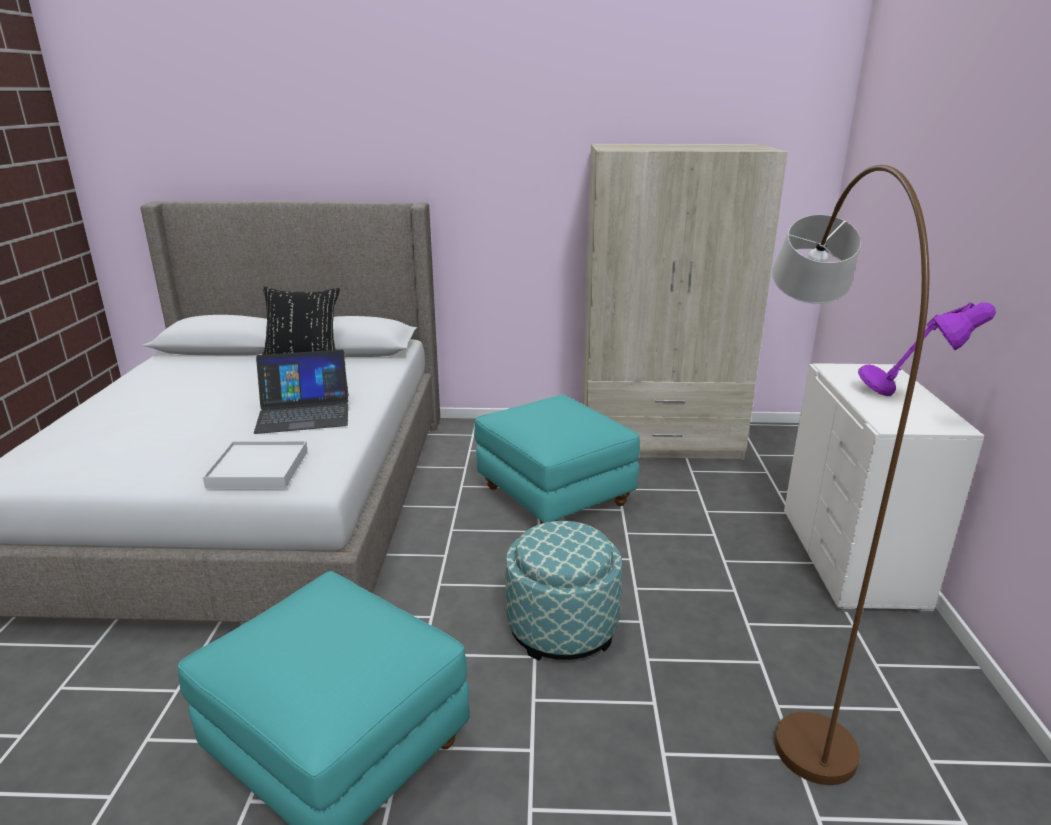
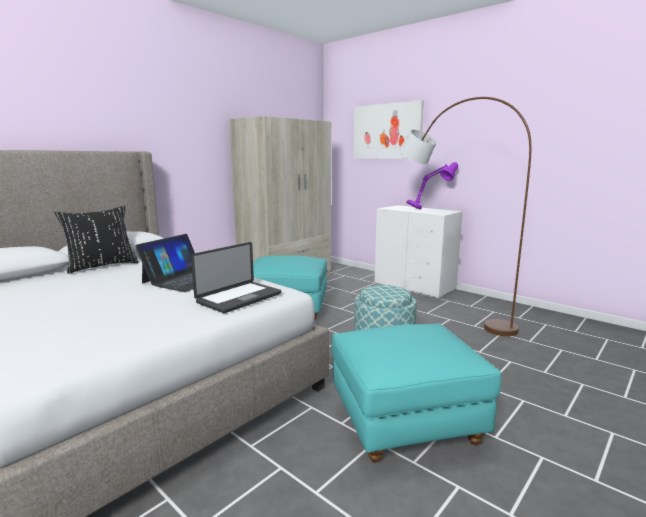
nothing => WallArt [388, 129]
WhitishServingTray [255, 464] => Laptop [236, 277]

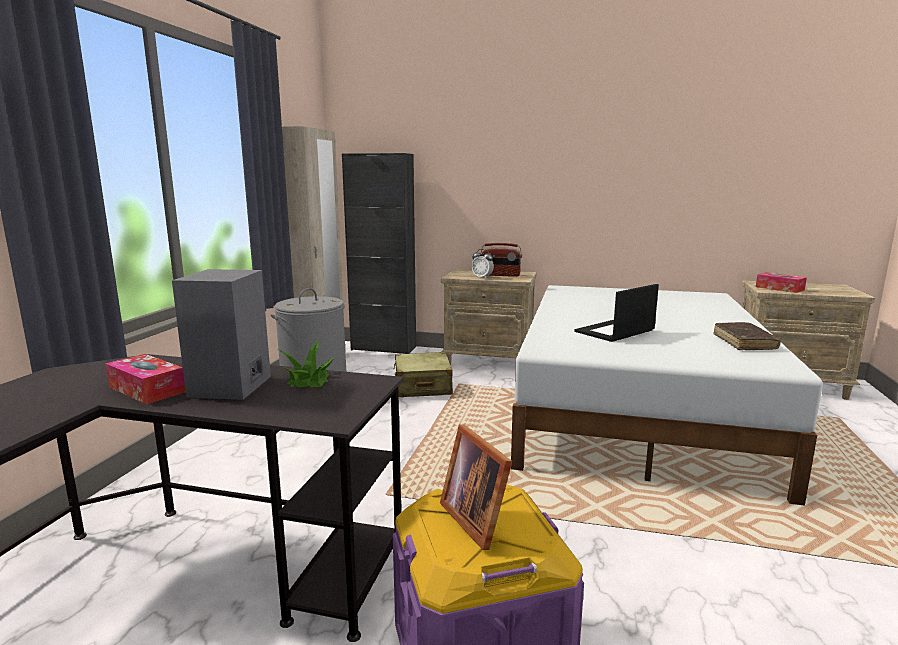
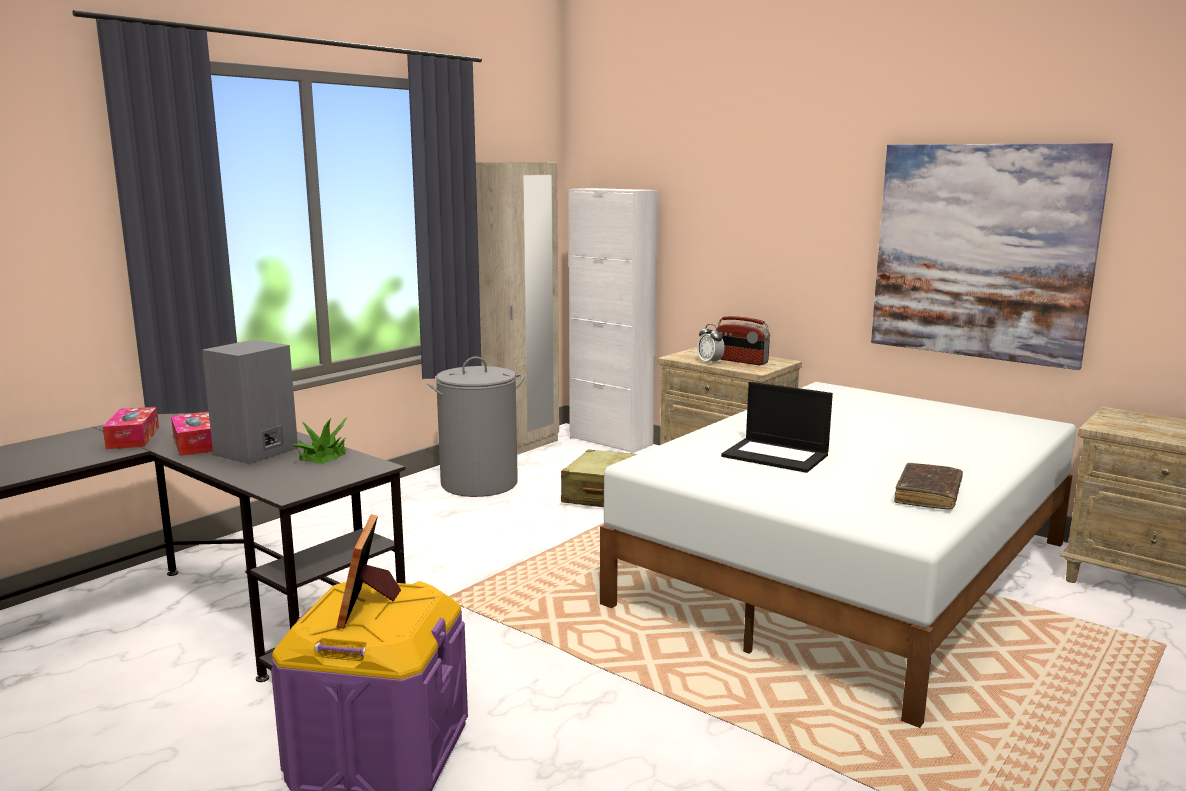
nothing => WallArt [992, 256]
BoxOfTissues [781, 282] => BoxOfTissues [131, 428], shifted
BlackStorageCabinet [379, 253] => WhitishStorageCabinet [613, 321]
Laptop [616, 313] => Laptop [777, 427], 135 degrees counterclockwise

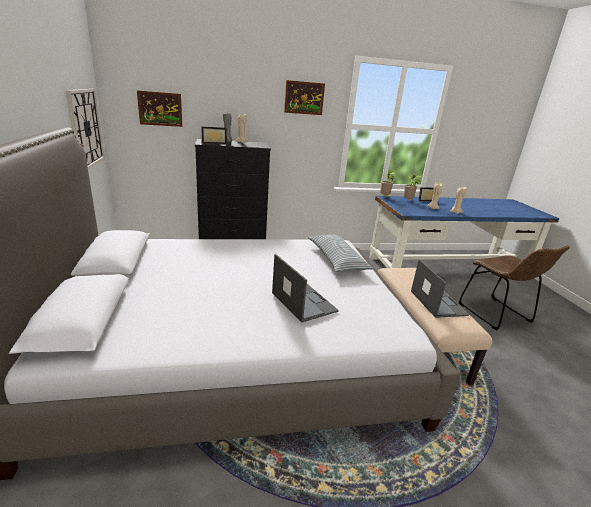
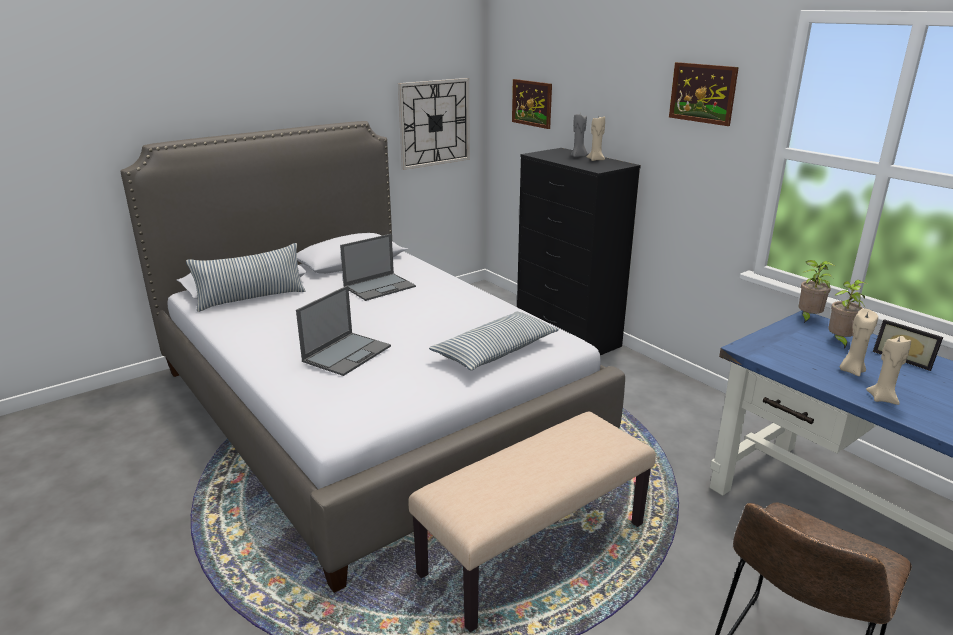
StandingFrame [214, 135] => nothing
nothing => Pillow [245, 277]
Laptop [440, 288] => Laptop [378, 267], shifted

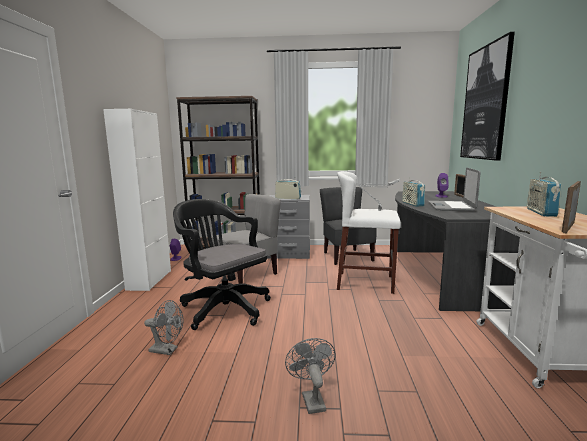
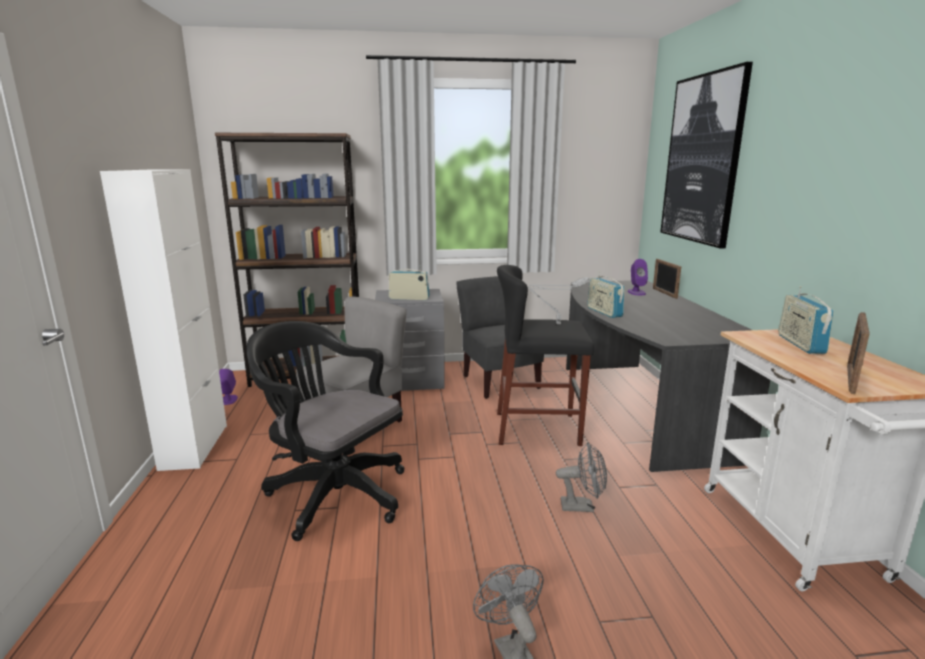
Laptop [454, 189] => nothing
GrayCoolingFan [163, 327] => GrayCoolingFan [581, 477], shifted
WhitishStoolSeat [369, 232] => BlackStoolSeat [545, 355]

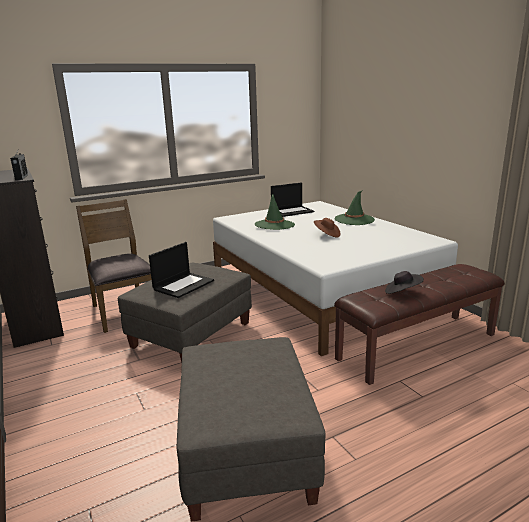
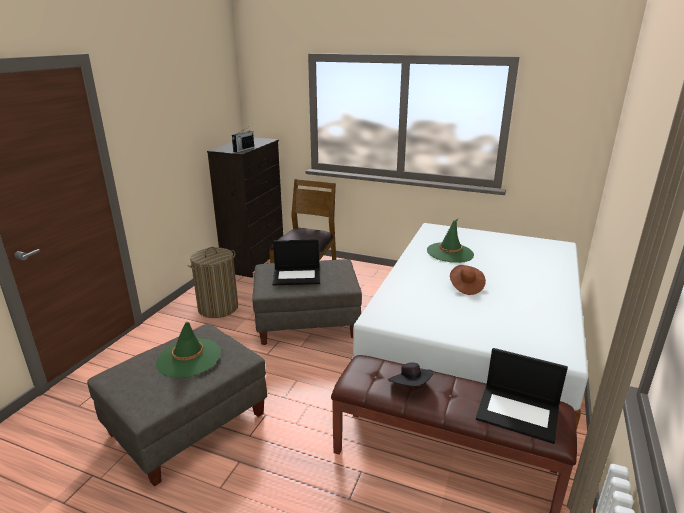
nothing => WashingBasket [212, 282]
Laptop [292, 200] => Laptop [522, 396], shifted
GreenWearableHat [354, 207] => GreenWearableHat [188, 350], shifted

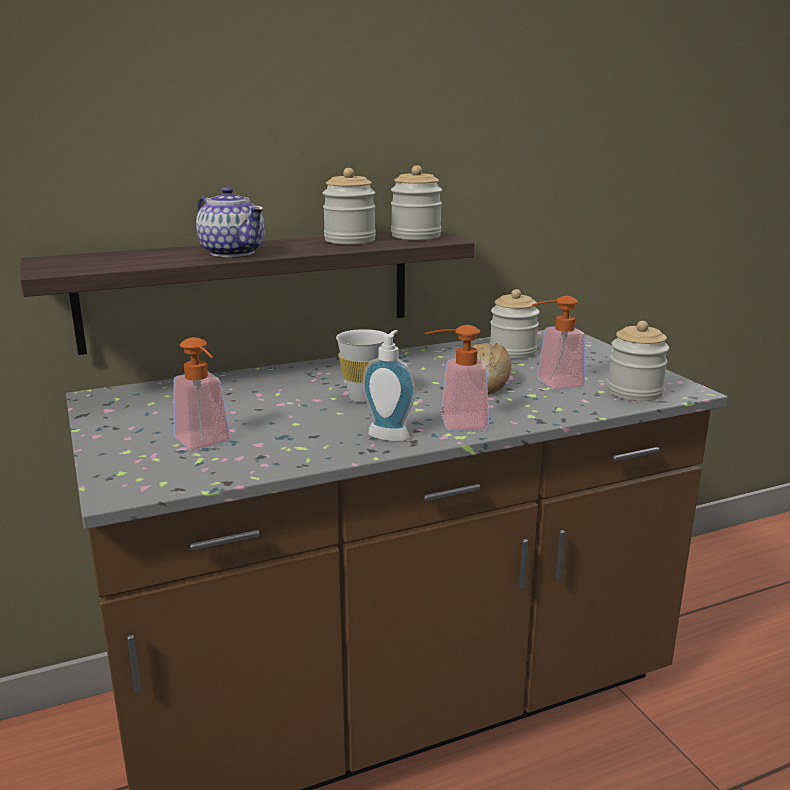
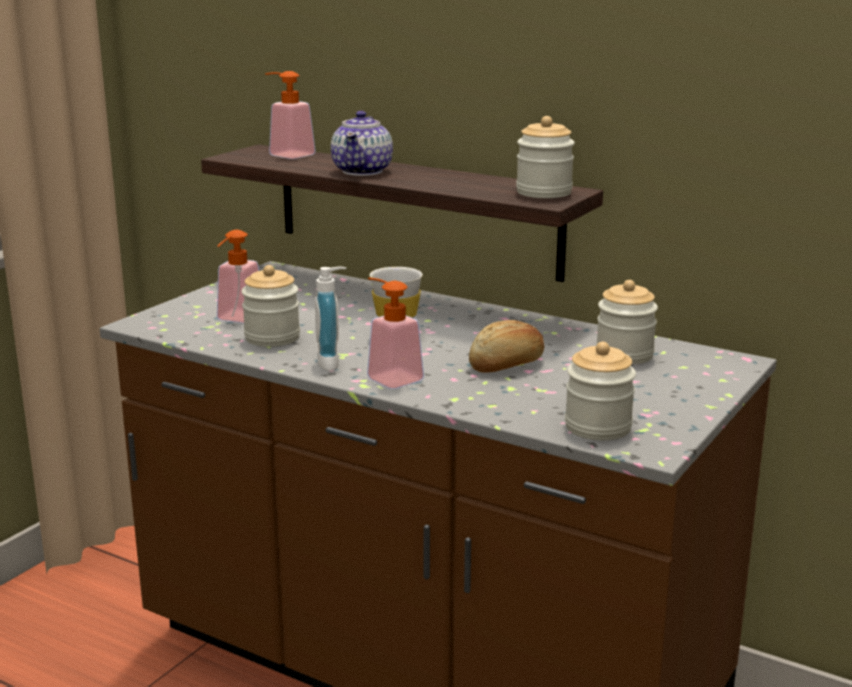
PreserveJar [349, 206] => PreserveJar [270, 306], shifted
SoapBottle [558, 343] => SoapBottle [290, 115], shifted

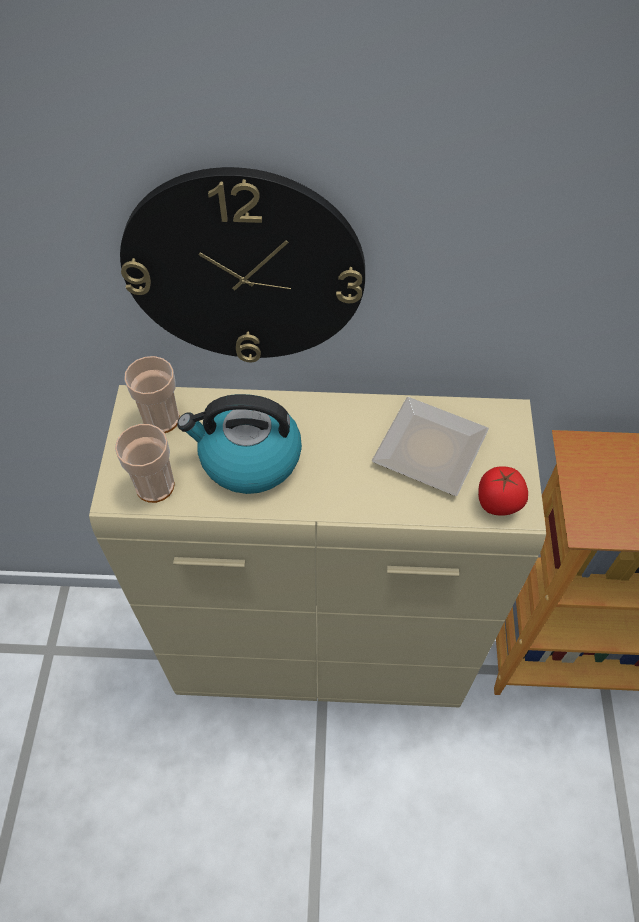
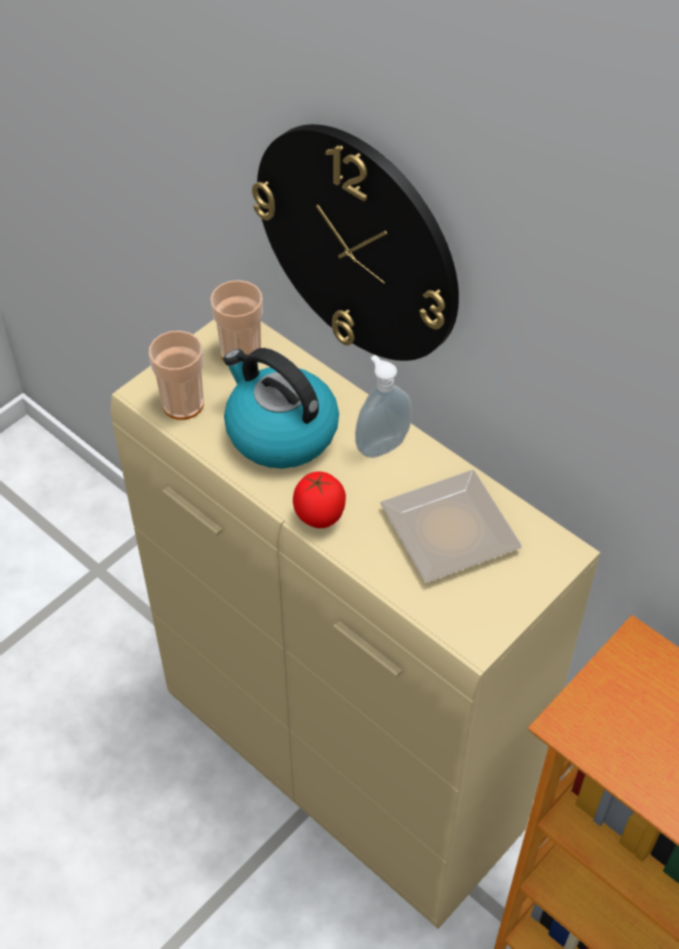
nothing => SoapBottle [383, 406]
WholeTomato [503, 491] => WholeTomato [319, 499], shifted

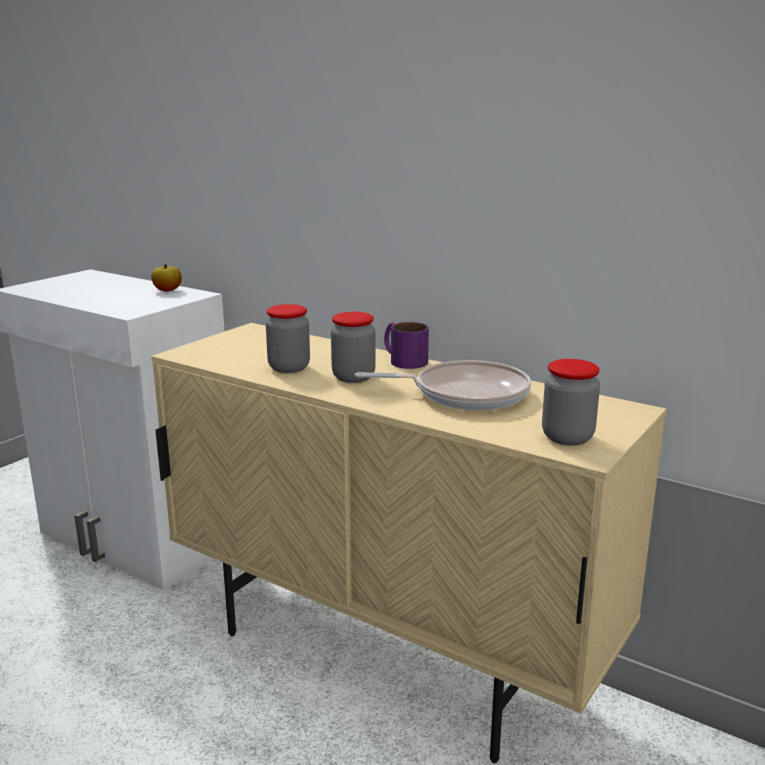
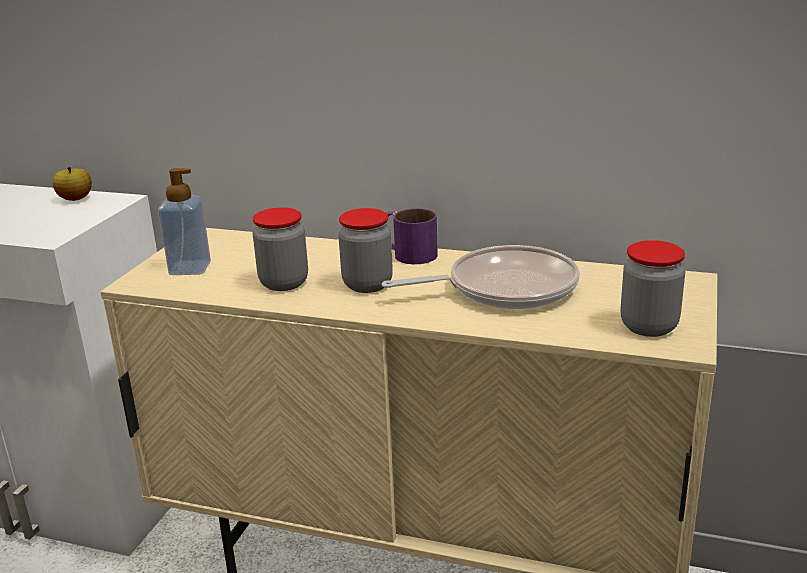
nothing => SoapBottle [184, 221]

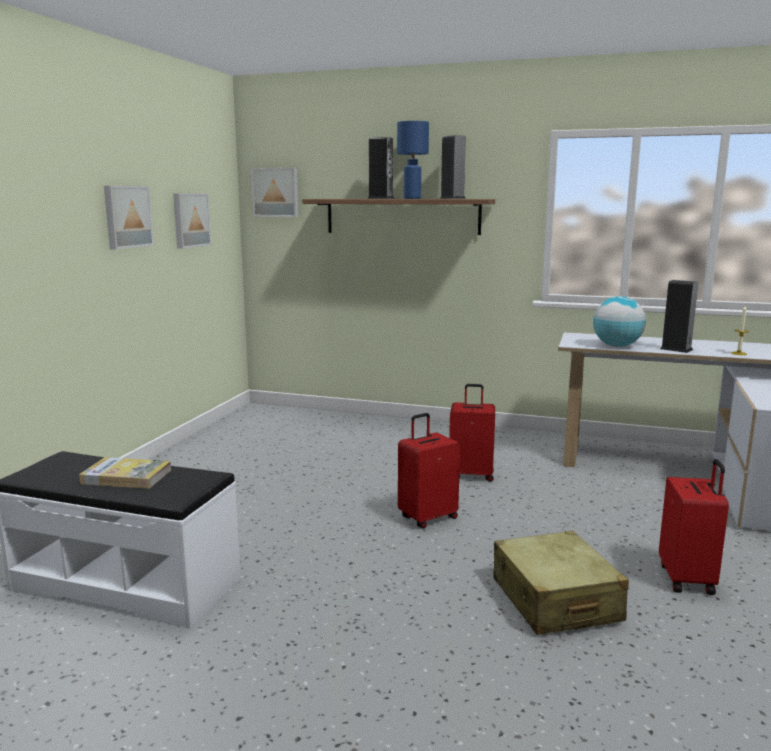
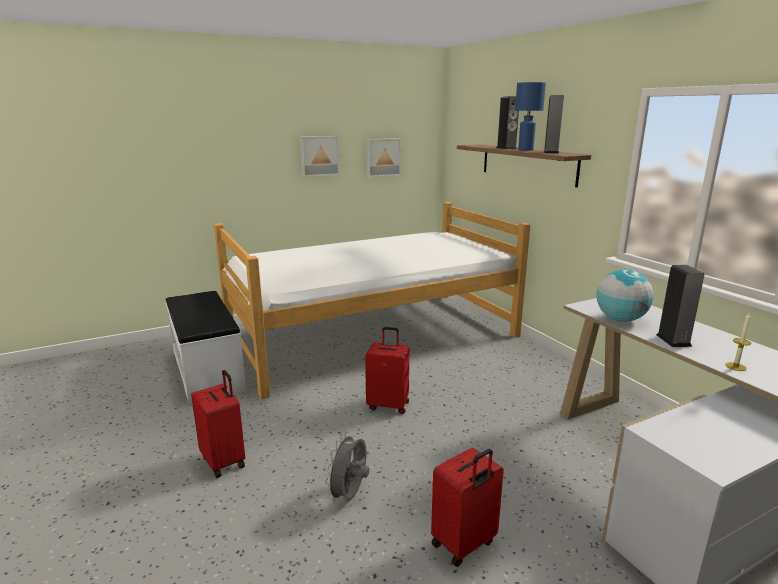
Book [125, 473] => nothing
WallArt [274, 192] => nothing
nothing => Bed [372, 300]
RedColouredTravelCase [472, 433] => RedColouredTravelCase [218, 424], shifted
SandColouredTravelCase [561, 583] => GrayCoolingFan [347, 467]

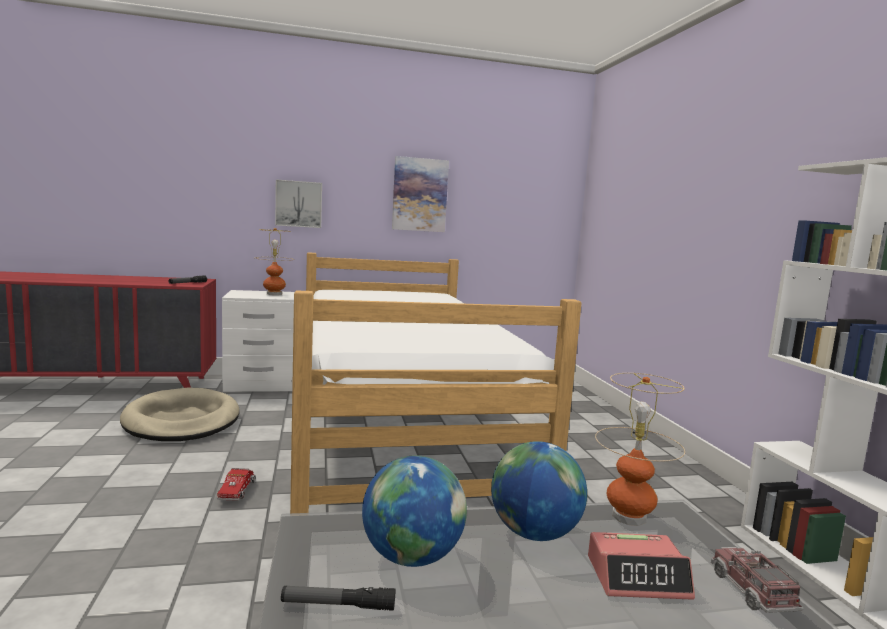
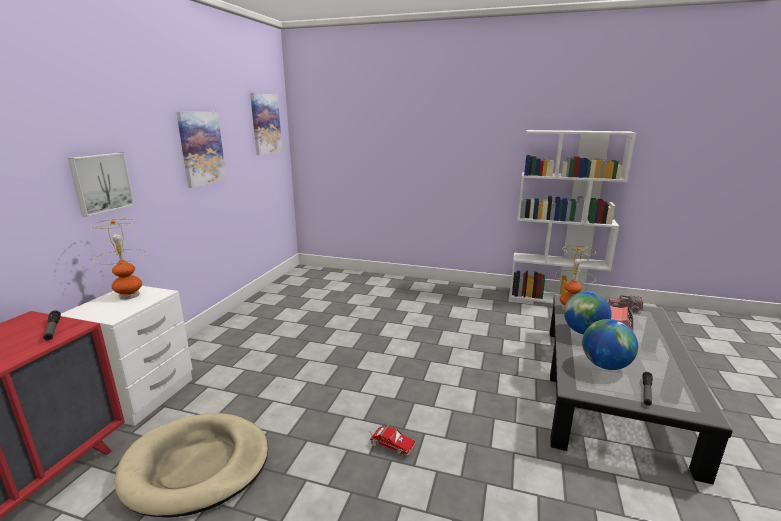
Bed [436, 382] => nothing
nothing => WallArt [266, 124]

